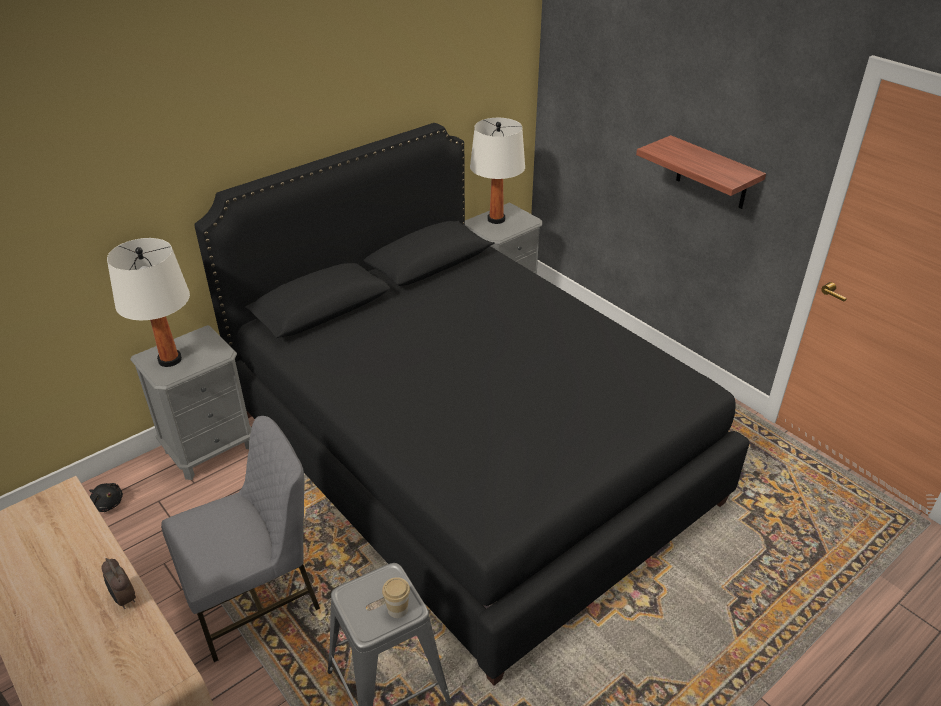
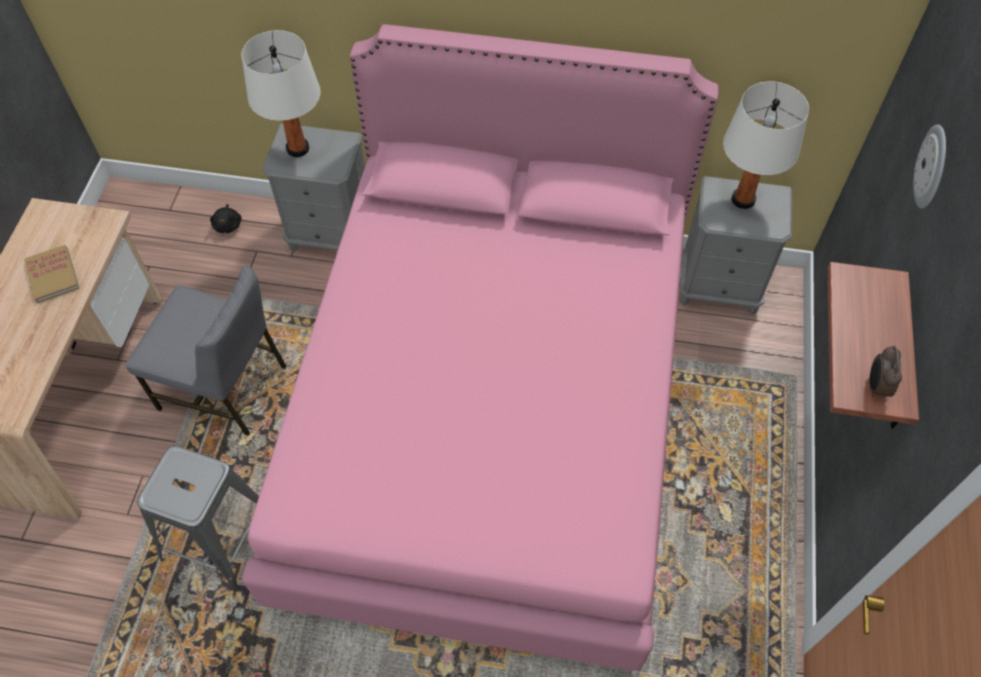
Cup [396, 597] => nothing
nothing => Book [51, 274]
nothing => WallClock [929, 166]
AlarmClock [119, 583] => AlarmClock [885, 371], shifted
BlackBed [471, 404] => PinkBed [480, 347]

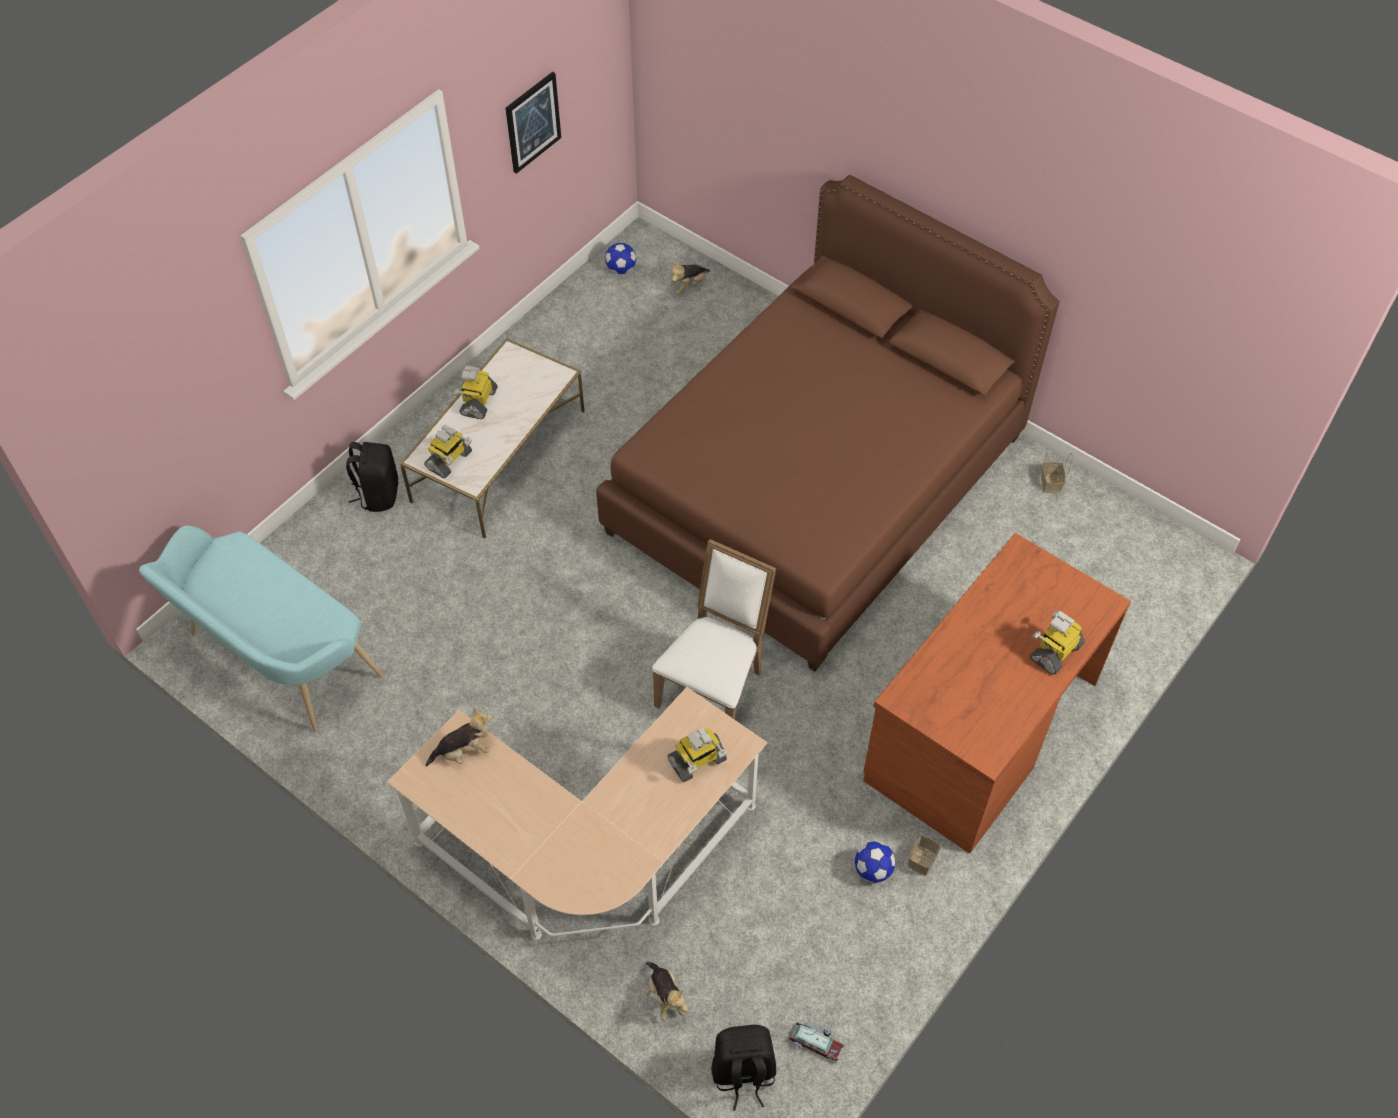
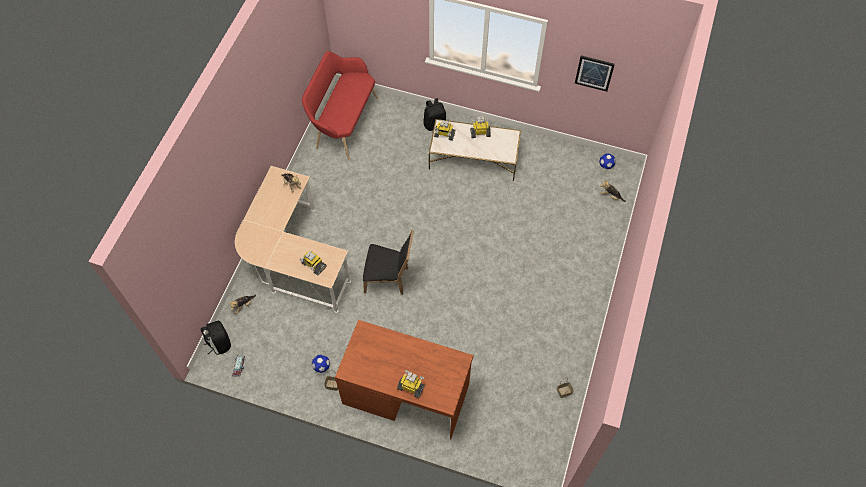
BrownishBed [827, 423] => nothing
TurquoiseColouredIndoorBench [261, 629] => RedColouredIndoorBench [340, 105]
WhitishChair [714, 629] => BlackChair [388, 262]

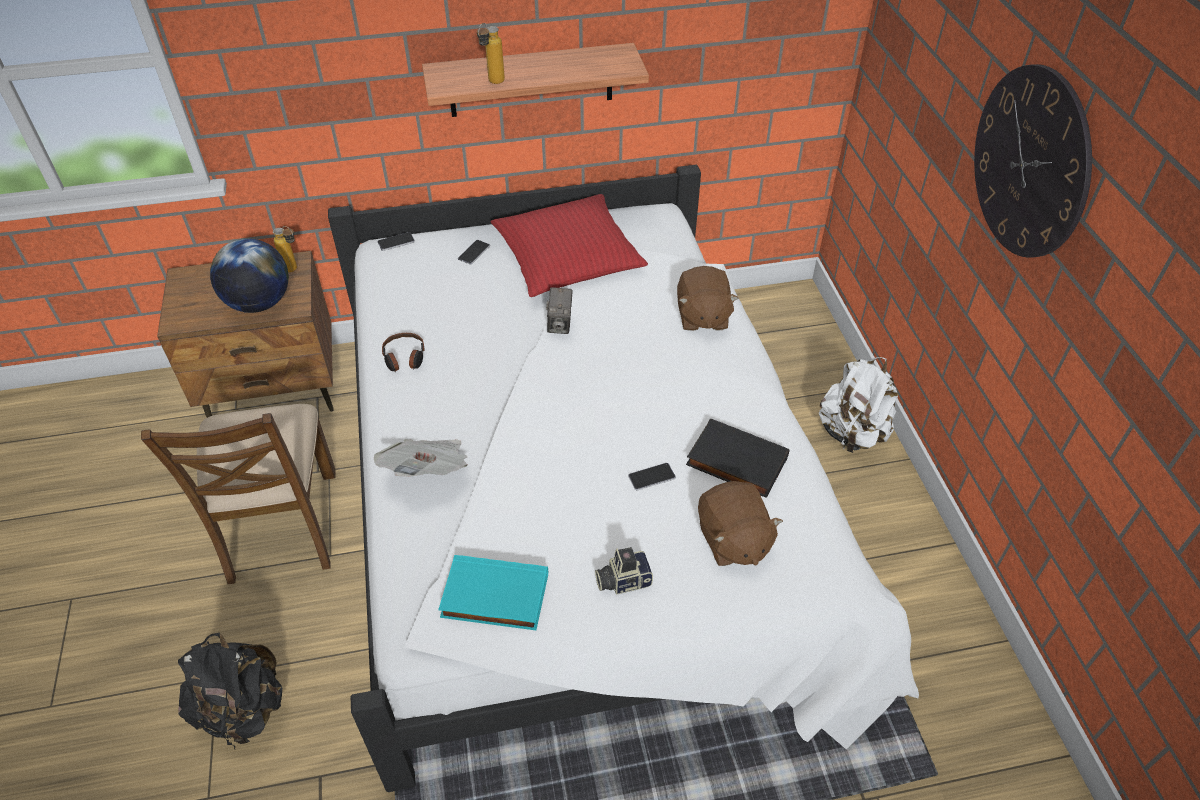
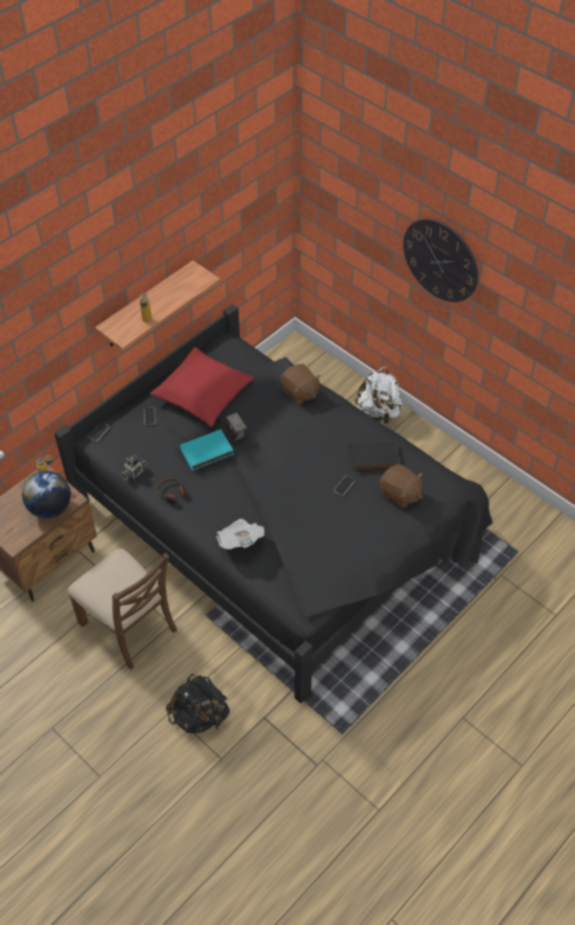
TurquoiseColouredBook [493, 592] => TurquoiseColouredBook [207, 450], shifted
PhotoCamera [624, 571] => PhotoCamera [133, 468], shifted
WhitishBed [623, 478] => BlackBed [273, 503]

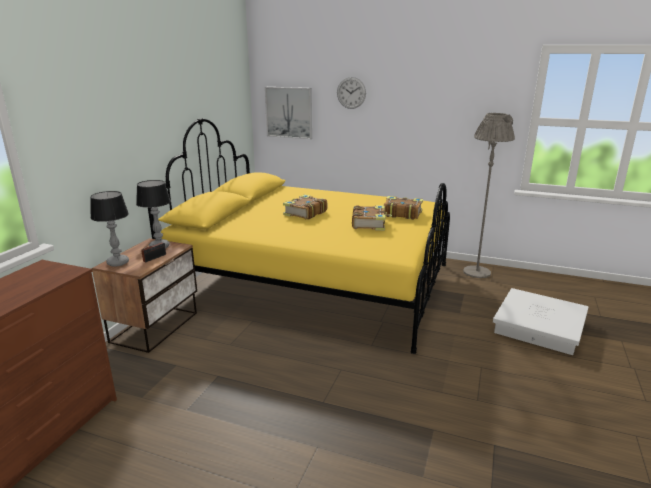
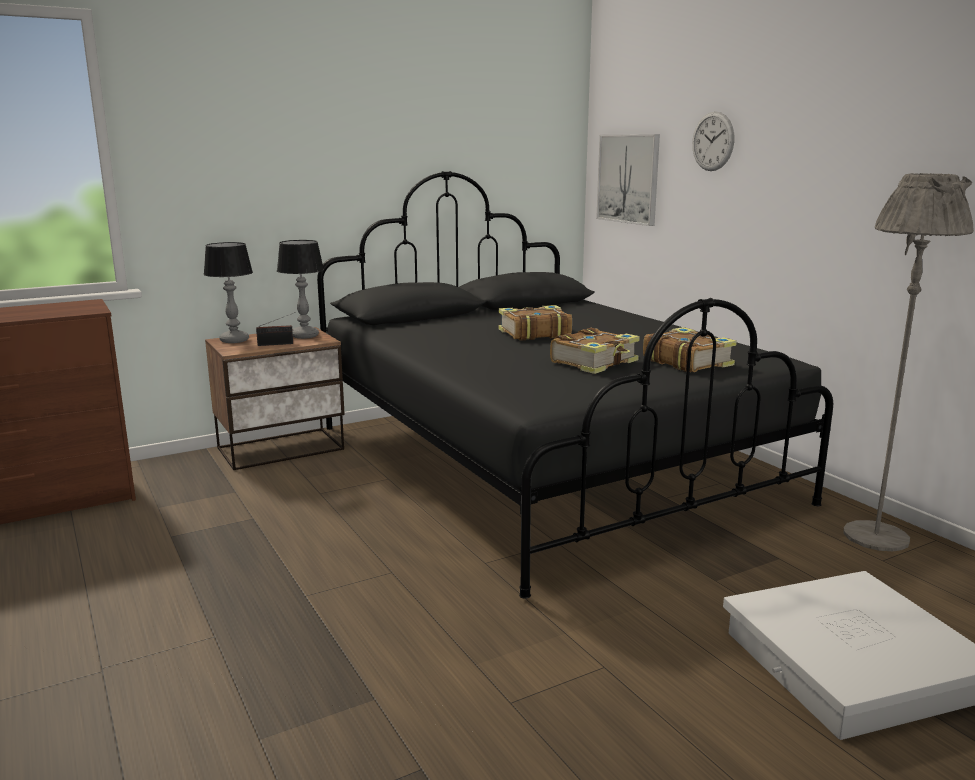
YellowishBed [299, 236] => BlackBed [575, 385]

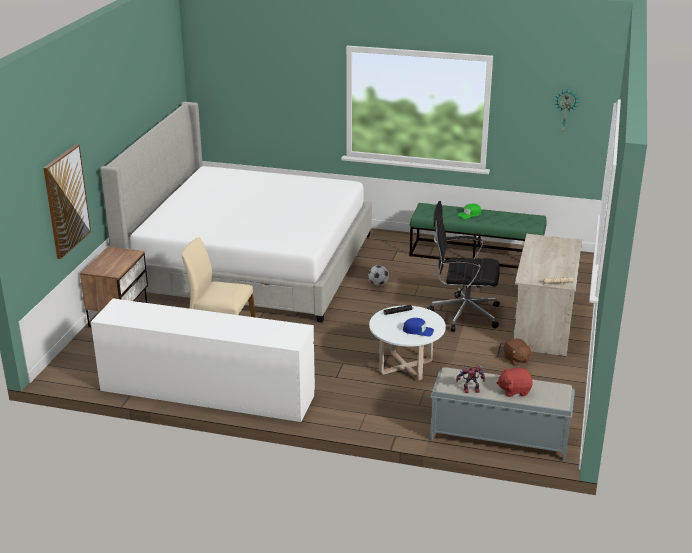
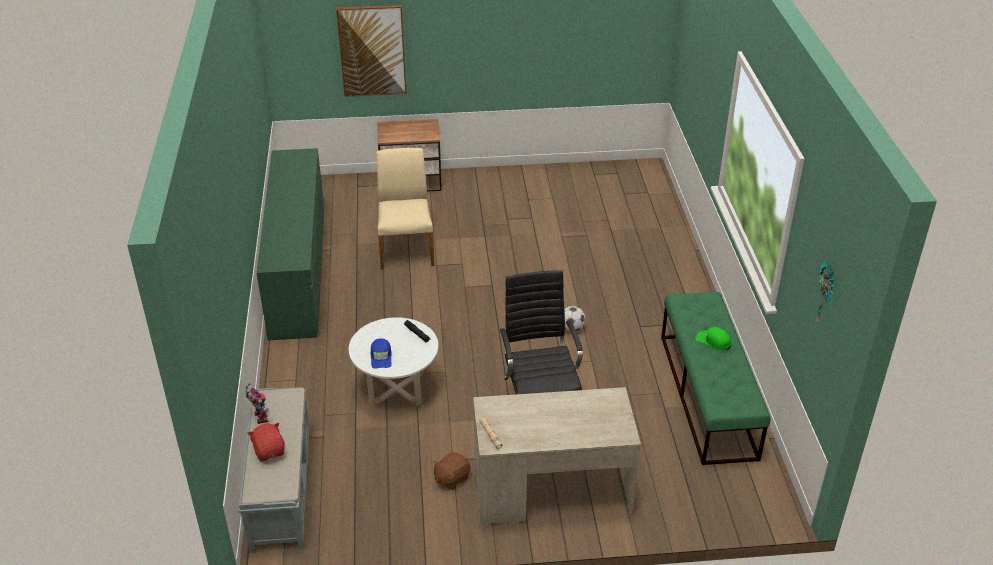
Bed [236, 212] => nothing
WhitishDresser [203, 360] => GreenDresser [290, 244]

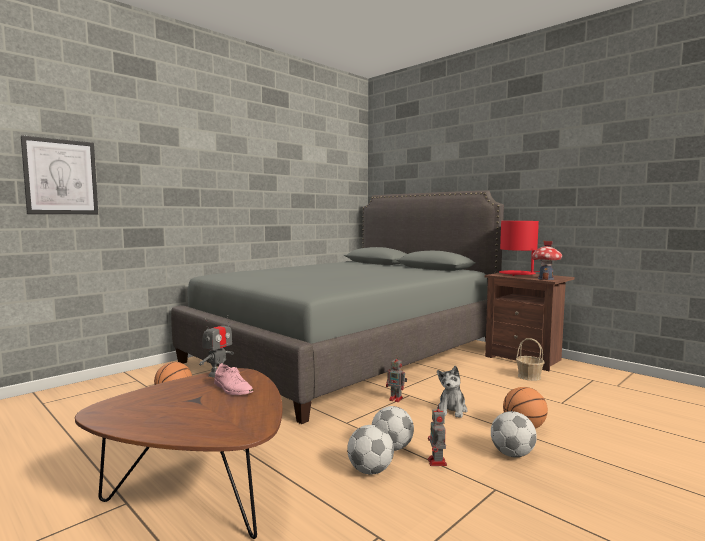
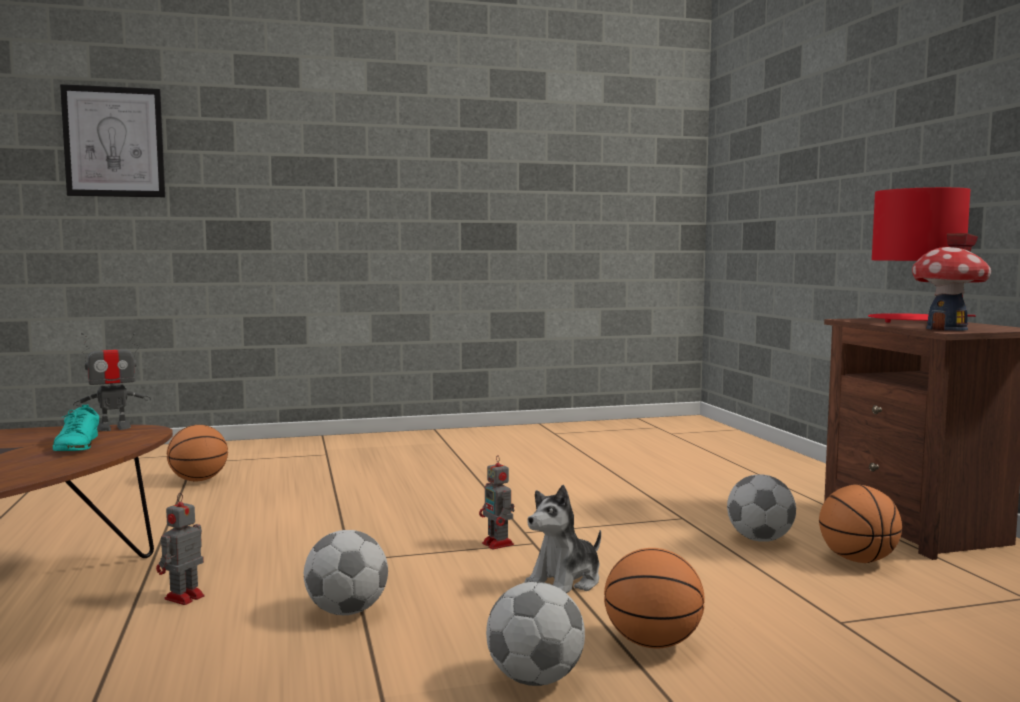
GrayBed [337, 307] => nothing
FootballBall [370, 450] => FootballBall [761, 508], shifted
ModelRobot [437, 435] => ModelRobot [180, 549], shifted
Basket [530, 359] => BallForBasketball [860, 523]
PinkItemOfFootwear [233, 379] => TurquoiseColouredItemOfFootwear [76, 428]

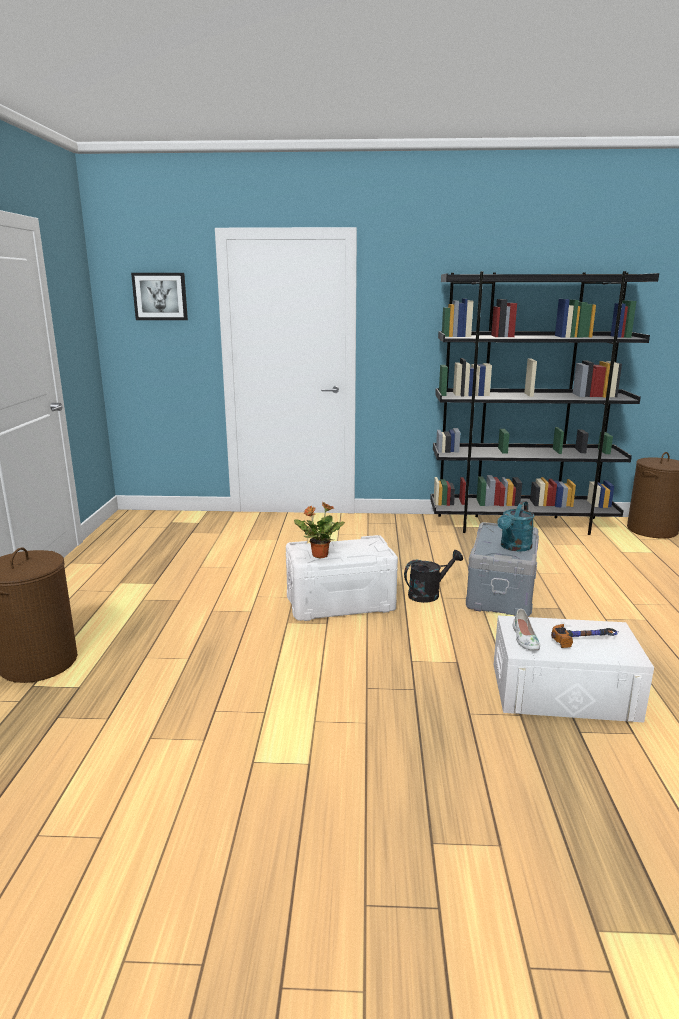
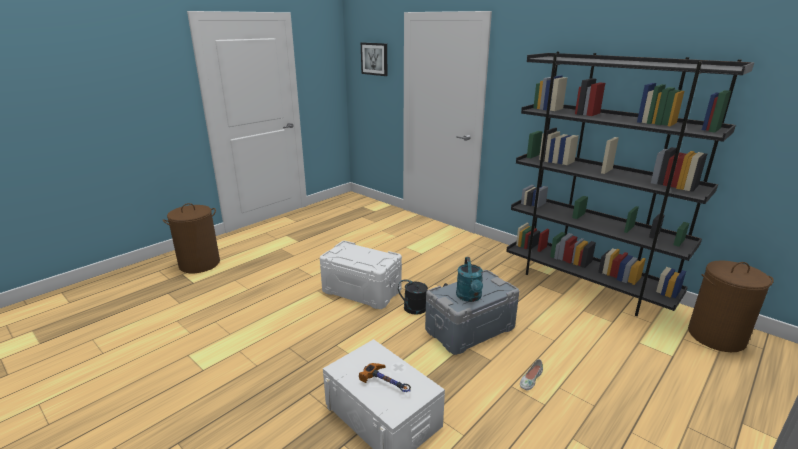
Houseplant [319, 530] => nothing
WhitishItemOfFootwear [526, 629] => WhitishItemOfFootwear [531, 374], shifted
TurquoiseColouredSprinklingCan [516, 526] => TurquoiseColouredSprinklingCan [469, 279], 75 degrees counterclockwise

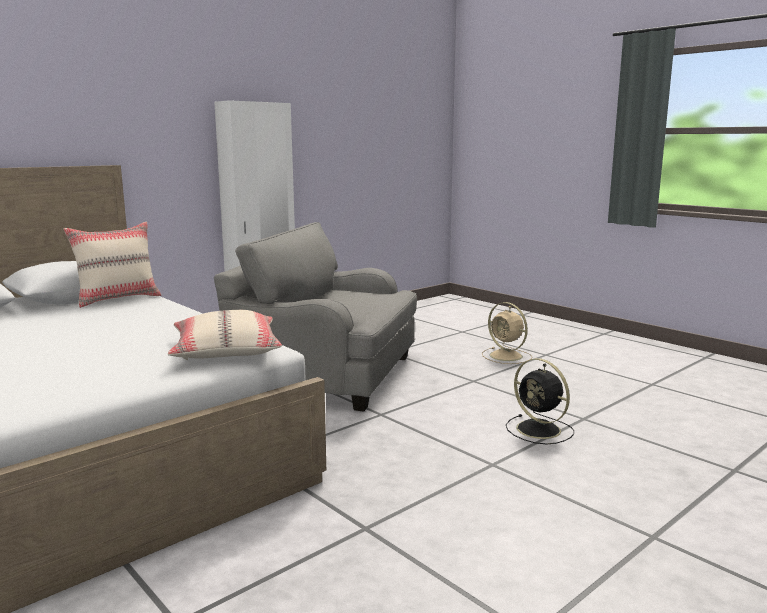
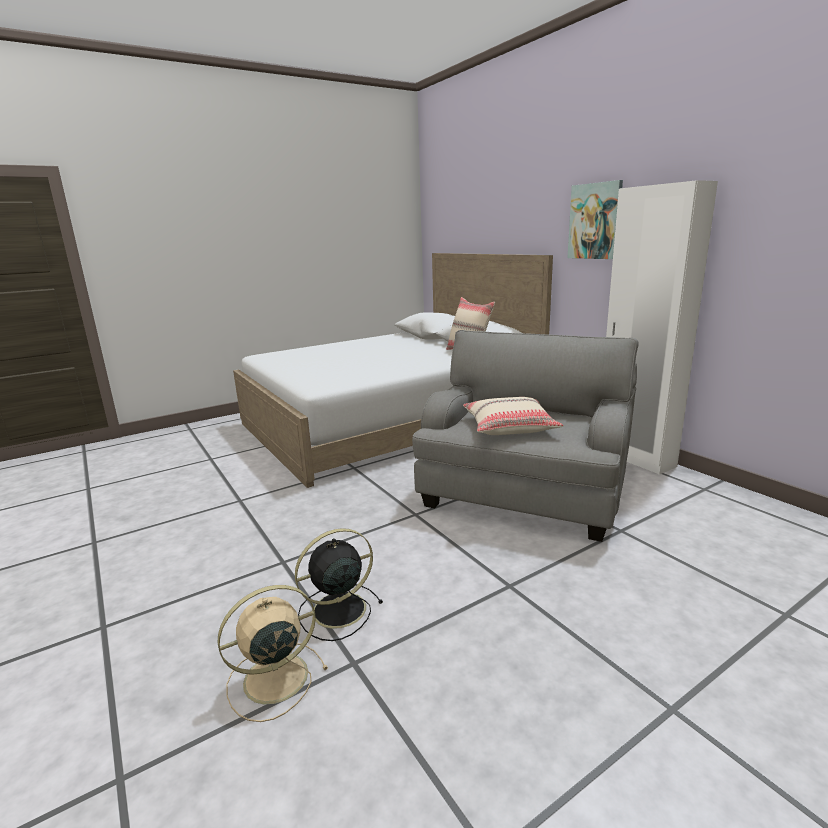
nothing => WallArt [595, 219]
SandColouredPillow [225, 335] => SandColouredPillow [513, 416], shifted
SandColouredCoolingFan [507, 333] => SandColouredCoolingFan [272, 653], shifted

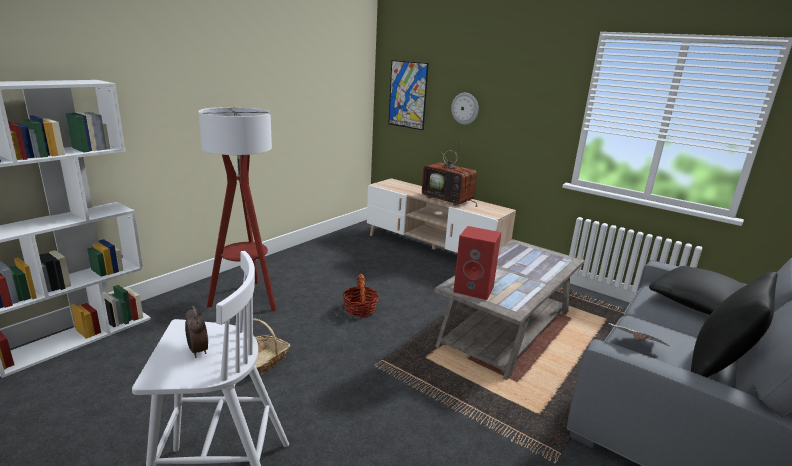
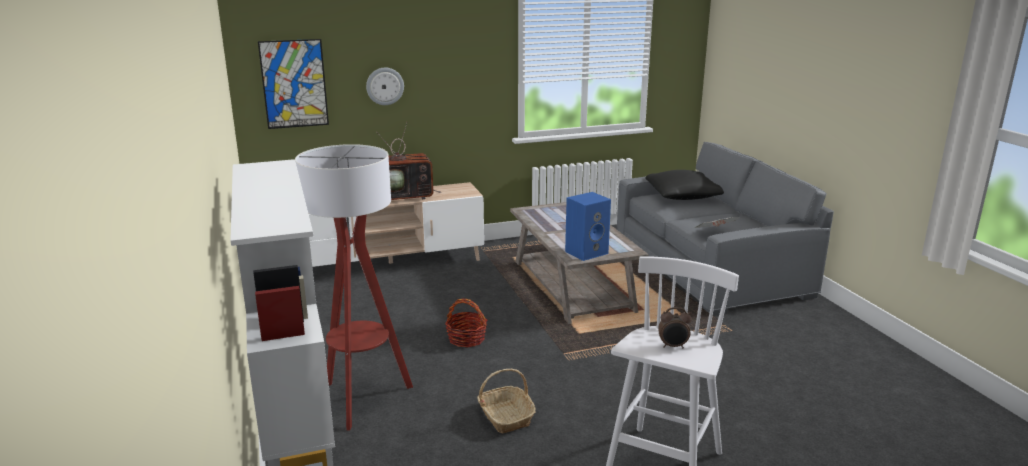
BlackPillow [734, 324] => nothing
RedColouredLoudspeaker [477, 263] => BluishLoudspeaker [588, 226]

